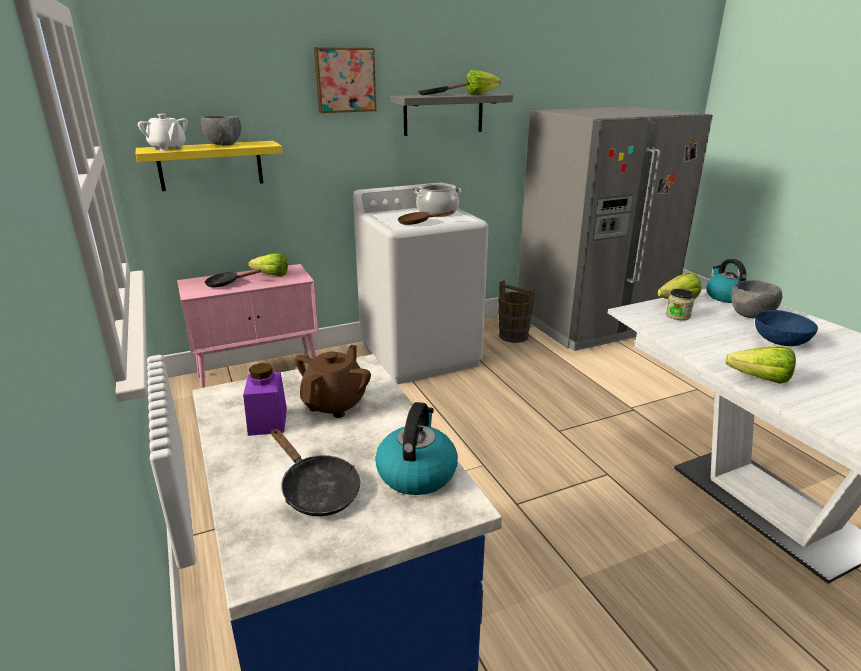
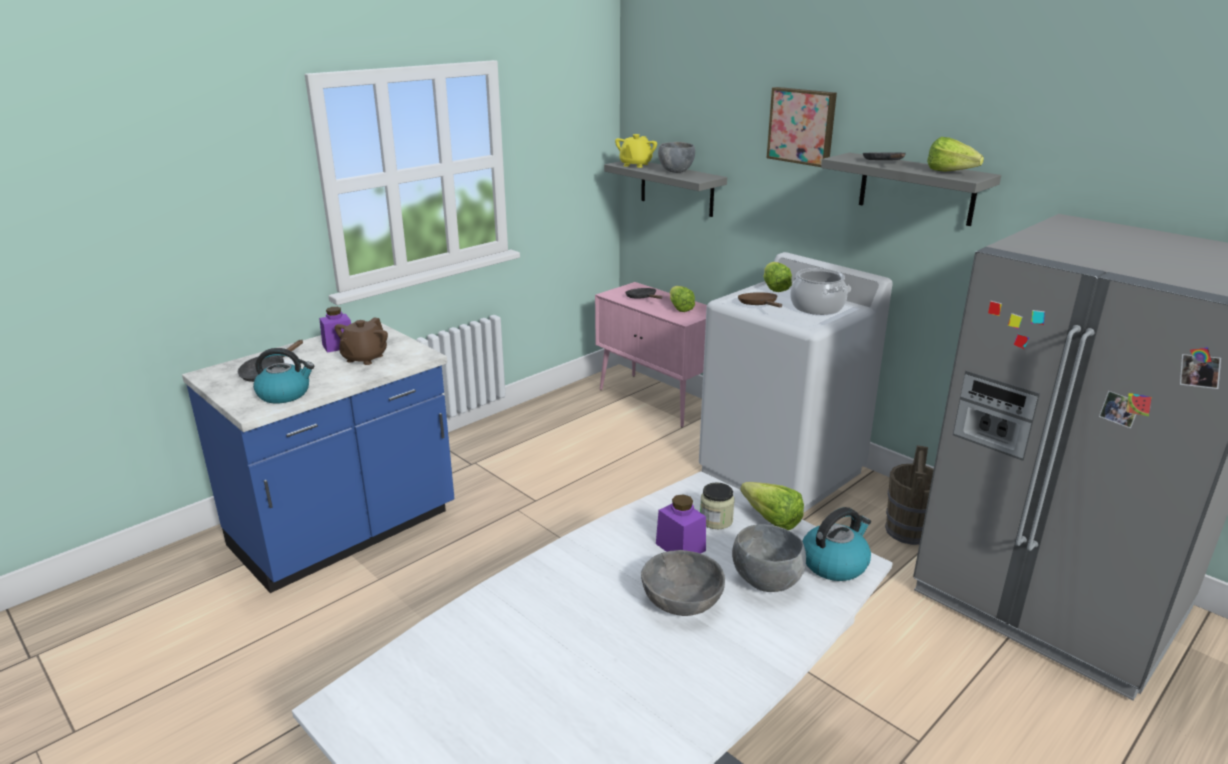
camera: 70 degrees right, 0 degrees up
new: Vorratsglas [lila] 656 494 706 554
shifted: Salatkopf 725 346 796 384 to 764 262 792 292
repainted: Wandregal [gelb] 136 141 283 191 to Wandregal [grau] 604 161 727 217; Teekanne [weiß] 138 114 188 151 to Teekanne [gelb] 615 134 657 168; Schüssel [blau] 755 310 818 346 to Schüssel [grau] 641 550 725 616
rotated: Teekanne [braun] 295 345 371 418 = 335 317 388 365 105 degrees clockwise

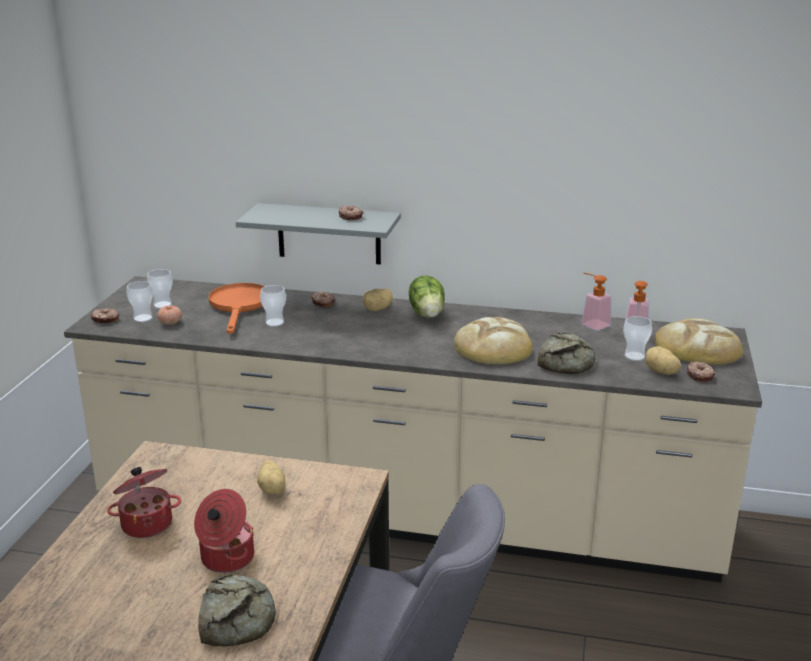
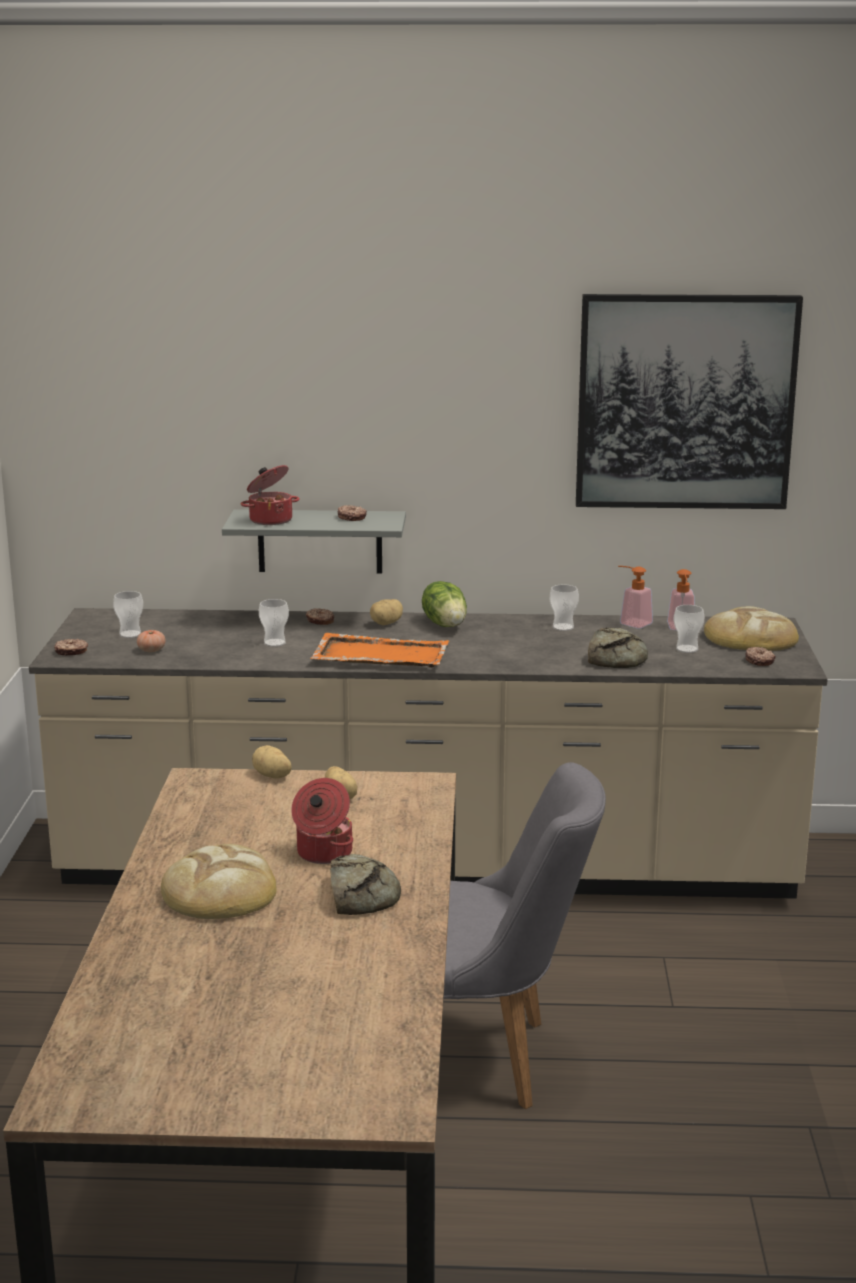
camera: 10 degrees left, 5 degrees down
gone: Pfanne [orange] 209 283 265 334
new: Tablett [orange] 310 633 449 667; Bild 576 294 803 509
shifted: Kochtopf 107 467 181 538 to 241 465 300 525; Tasse 126 281 153 322 to 550 584 579 631; Brot 454 317 532 364 to 161 844 276 919; Kartoffel 645 346 681 375 to 252 745 292 778

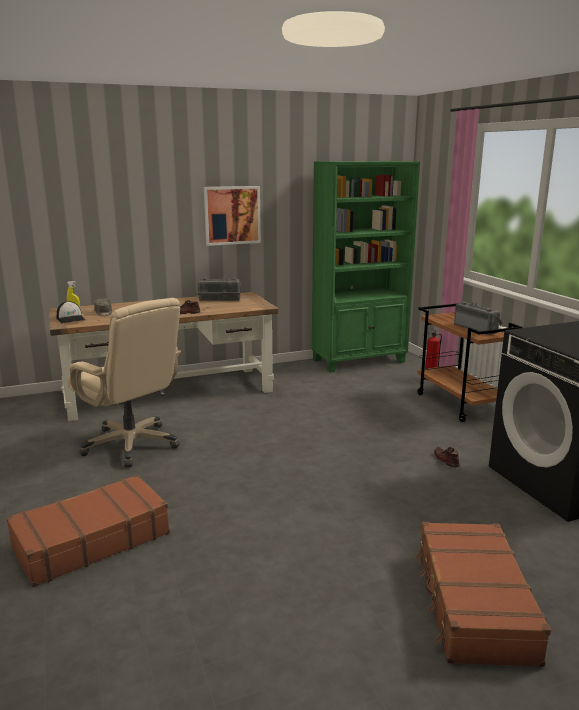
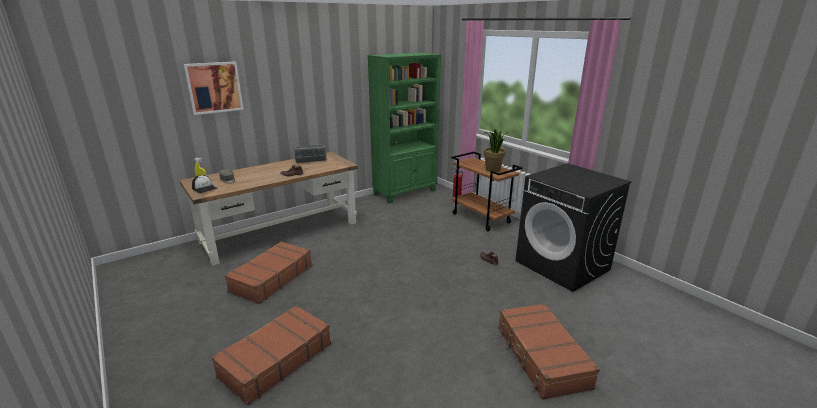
camera: 15 degrees left, 5 degrees up
shifted: Bild 204 186 261 246 to 184 62 244 115
swapped: Bürostuhl [beige] 67 298 181 467 to Koffer [braun] 225 241 312 304; Radio 454 302 503 335 to Topfpflanze 483 129 508 172

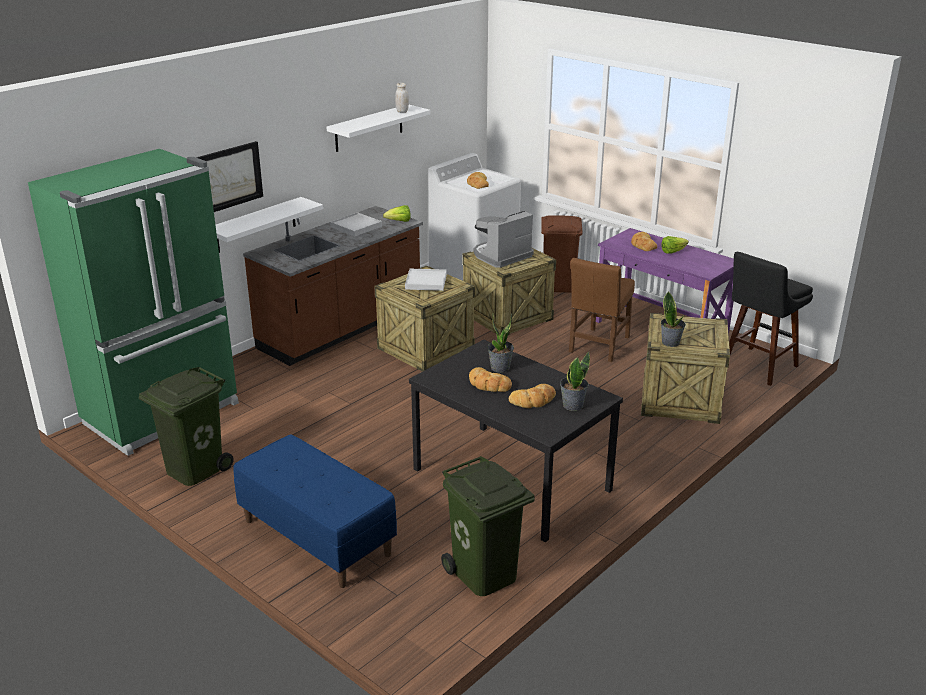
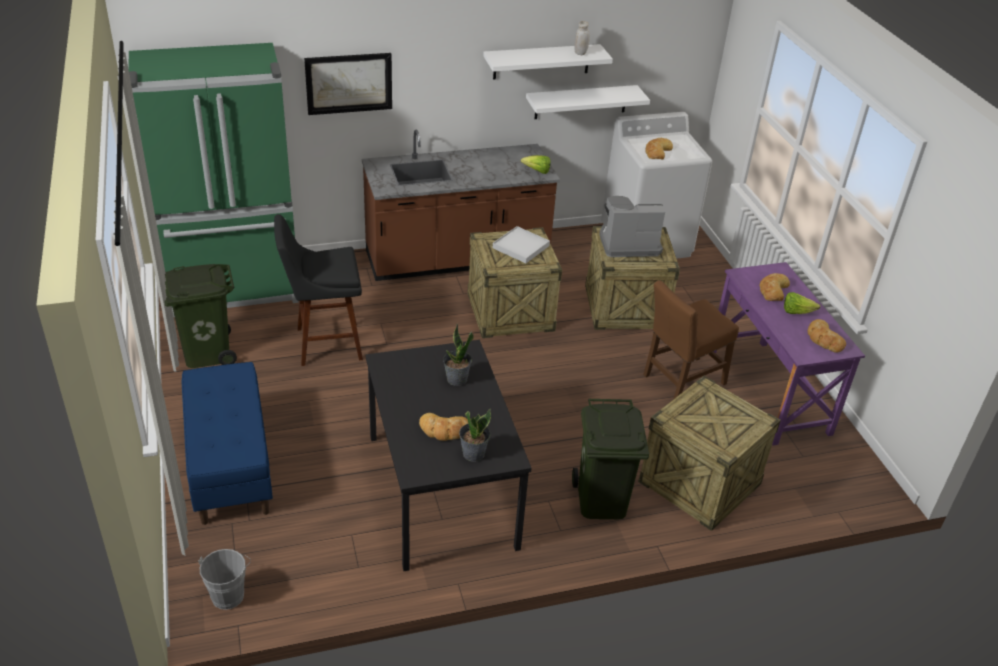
camera: 30 degrees right, 10 degrees up
gone: Tablett [weiß] 330 212 382 237; Mülleimer [braun] 541 215 583 293; Topfpflanze 661 291 686 347
new: Eimer [grau] 198 549 251 610
shifted: Wandregal [weiß] 216 197 323 253 to 526 85 650 119; Mülleimer [grün] 441 456 535 596 to 572 398 649 519; Brot 469 367 512 392 to 808 319 846 353; Hocker [schwarz] 729 252 813 386 to 274 214 363 366

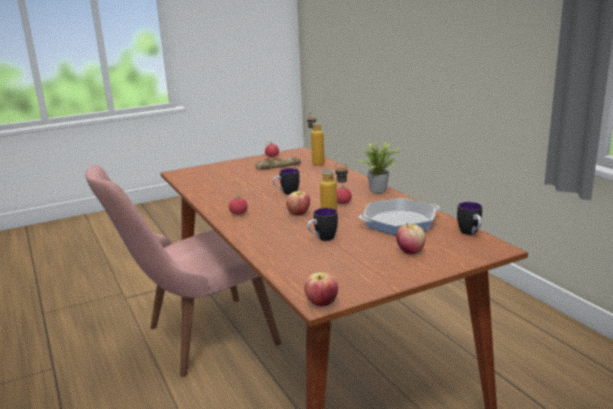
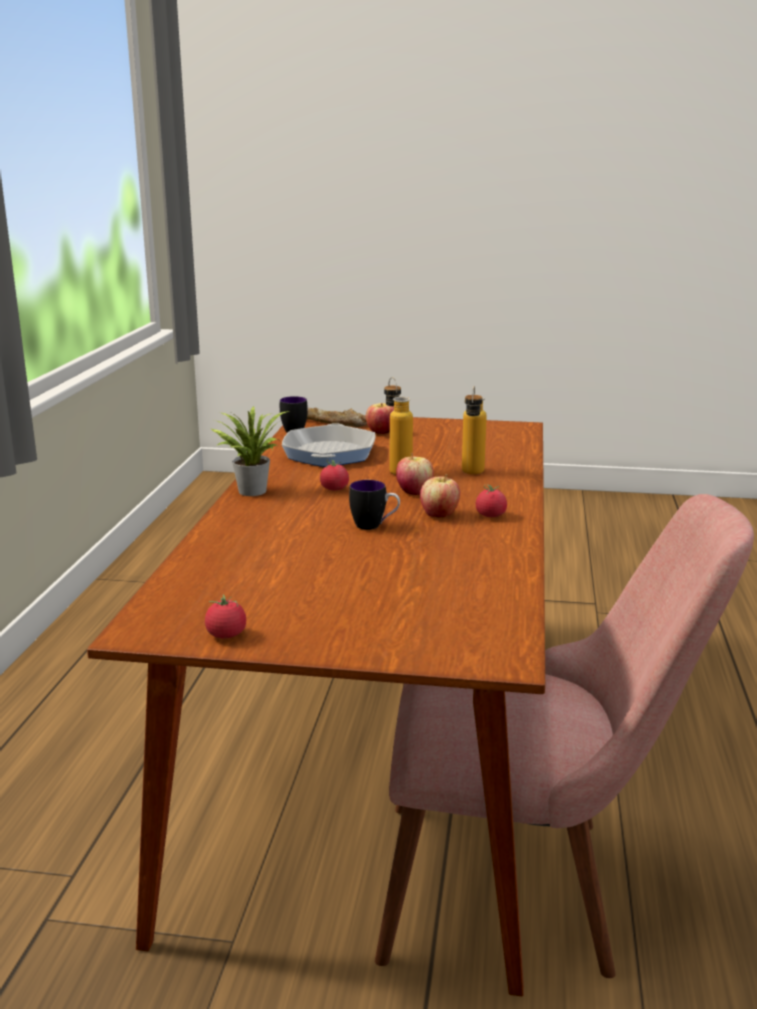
camera: 145 degrees left, 0 degrees up
gone: Henkelbecher 307 208 338 241
shifted: Brot 255 157 301 169 to 307 408 367 427; Apfel 304 272 338 306 to 420 474 460 518; Flasche 307 113 324 166 to 462 386 487 475
rotated: Pfanne 359 198 440 235 = 282 423 376 467 105 degrees counterclockwise

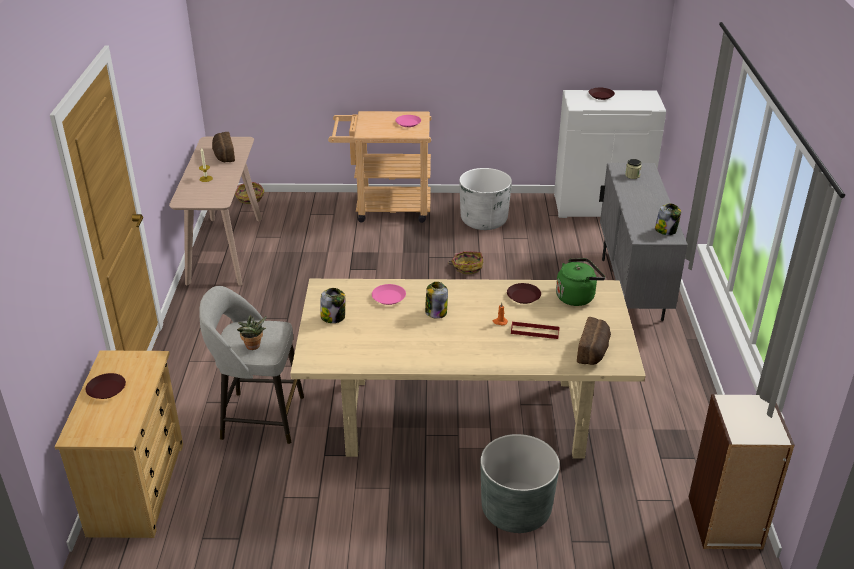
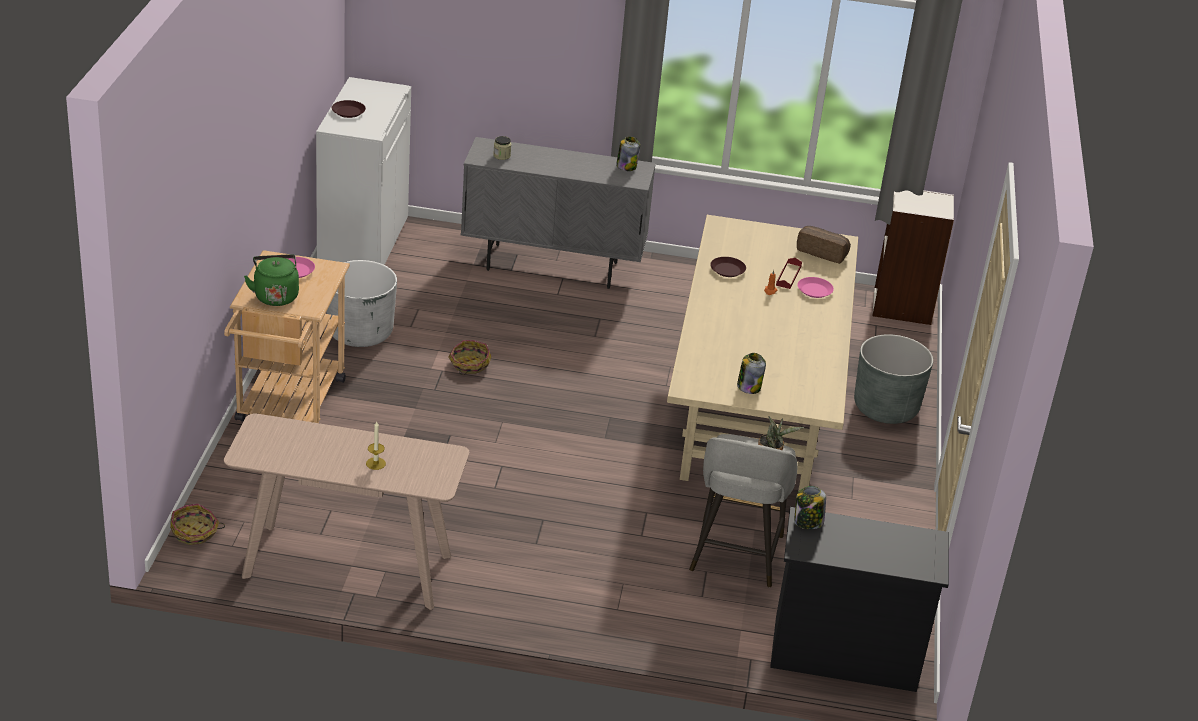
camera: 85 degrees left, 0 degrees up
gone: Teller [braun] 86 373 126 399; Brot 212 132 235 162
shifted: Teller [rosa] 372 284 406 305 to 797 277 834 298; Vorratsglas 425 282 448 319 to 794 486 826 529; Wasserkessel [grün] 556 258 605 306 to 244 254 299 306
repainted: Kommode [beige] 55 350 183 538 to Kommode [schwarz] 770 507 949 692

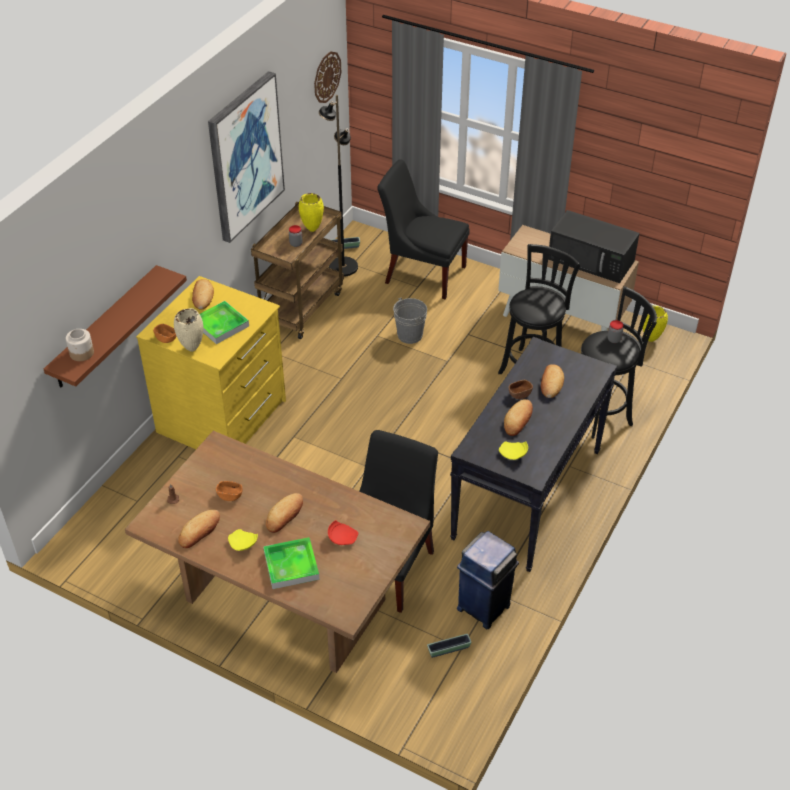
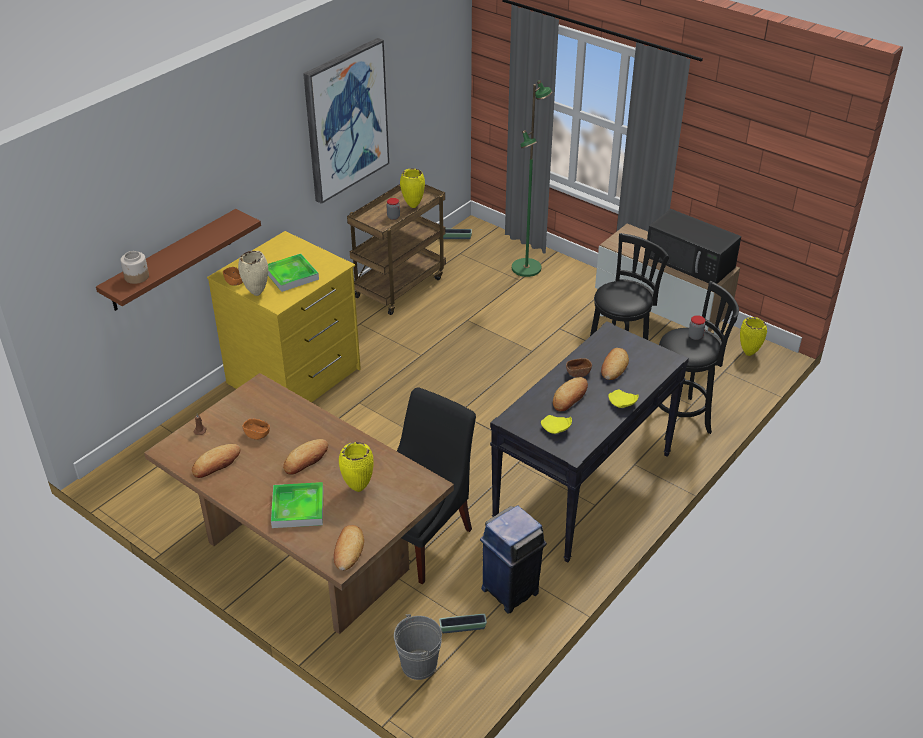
camera: 10 degrees right, 5 degrees down
gone: Wanduhr 314 51 341 103; Stehlampe [schwarz] 319 95 358 277
shifted: Brot 192 279 214 310 to 334 525 364 571; Teller [gelb] 228 529 258 551 to 608 389 639 408; Eimer [grau] 393 298 427 344 to 394 614 442 680
swapped: Teller [rot] 328 520 358 545 to Vase [gelb] 339 442 374 492; Stuhl [schwarz] 377 159 470 299 to Stehlampe [grün] 512 80 552 277

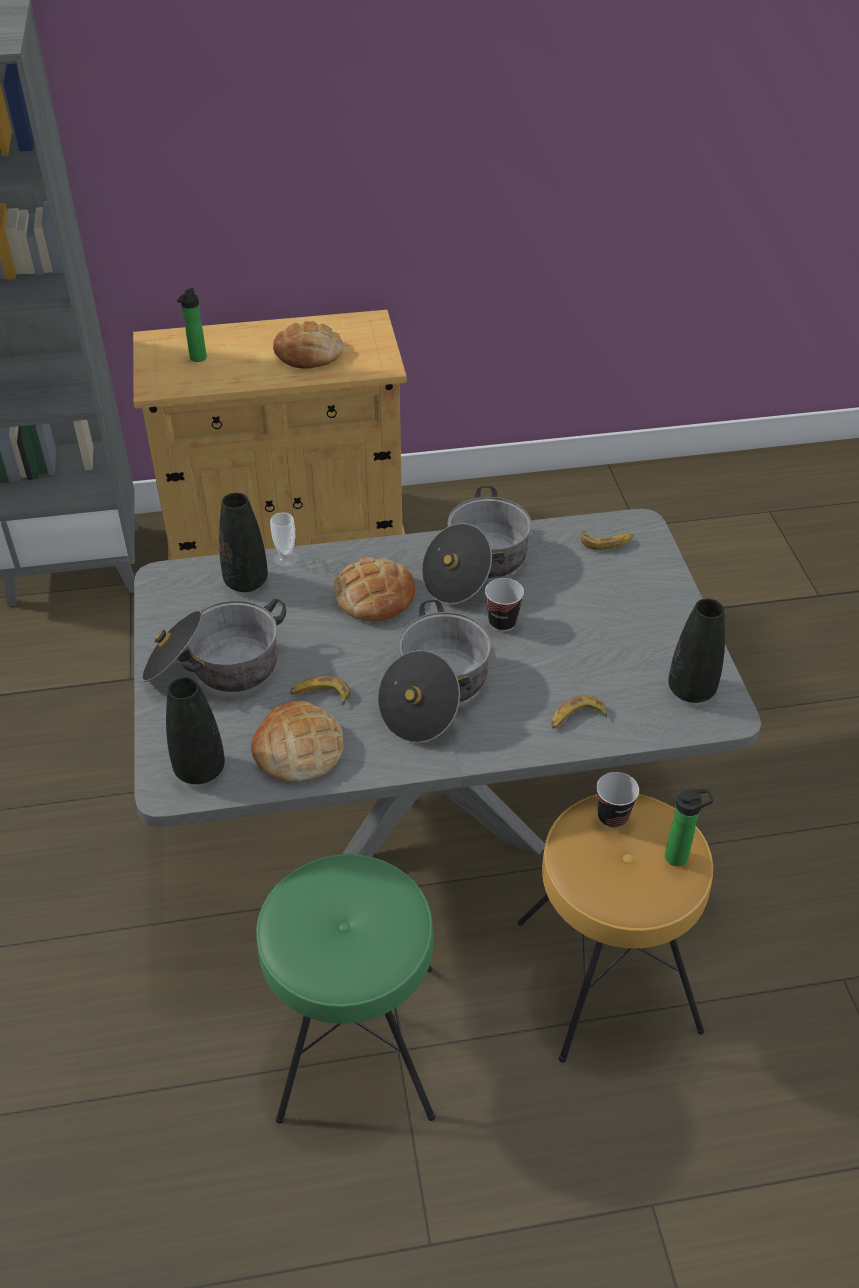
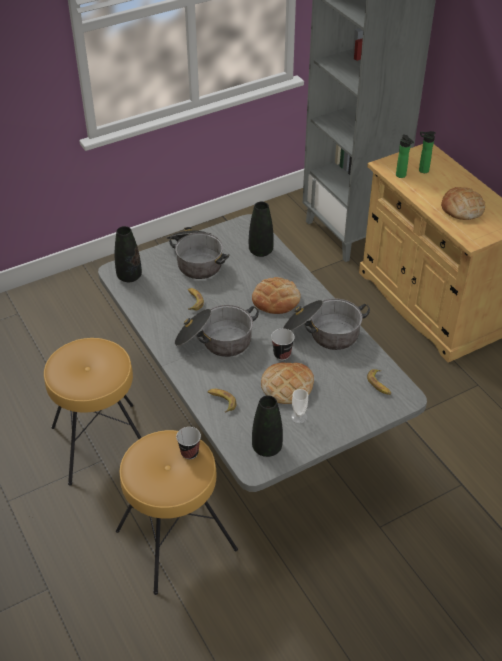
camera: 70 degrees right, 0 degrees up
shifted: Brot 251 701 344 782 to 261 363 314 404; Tasse 270 512 298 567 to 291 389 308 424; Flasche 665 789 714 866 to 396 134 414 178
repainted: Hocker [grün] 256 854 435 1124 to Hocker [braun] 44 338 142 486

